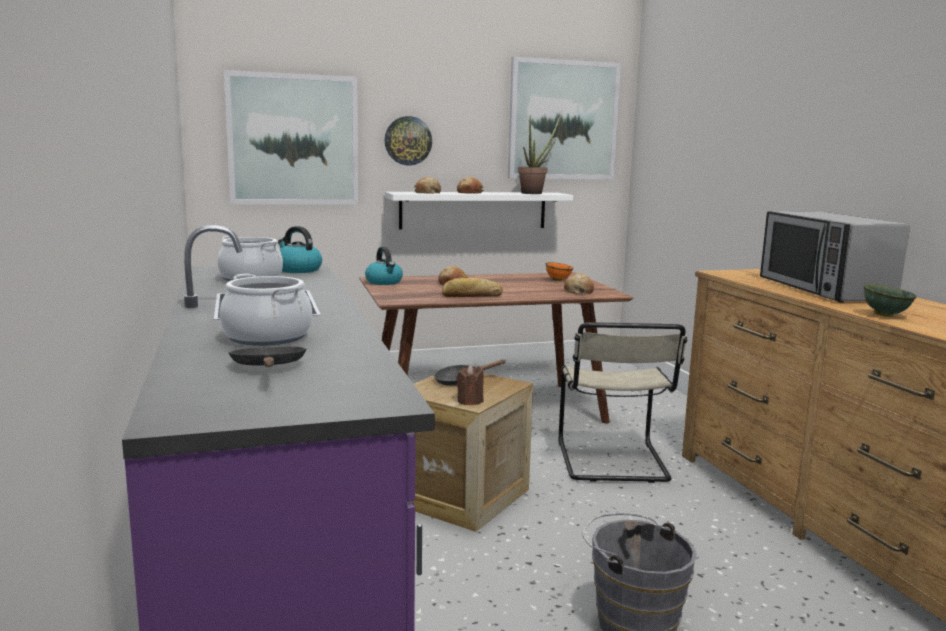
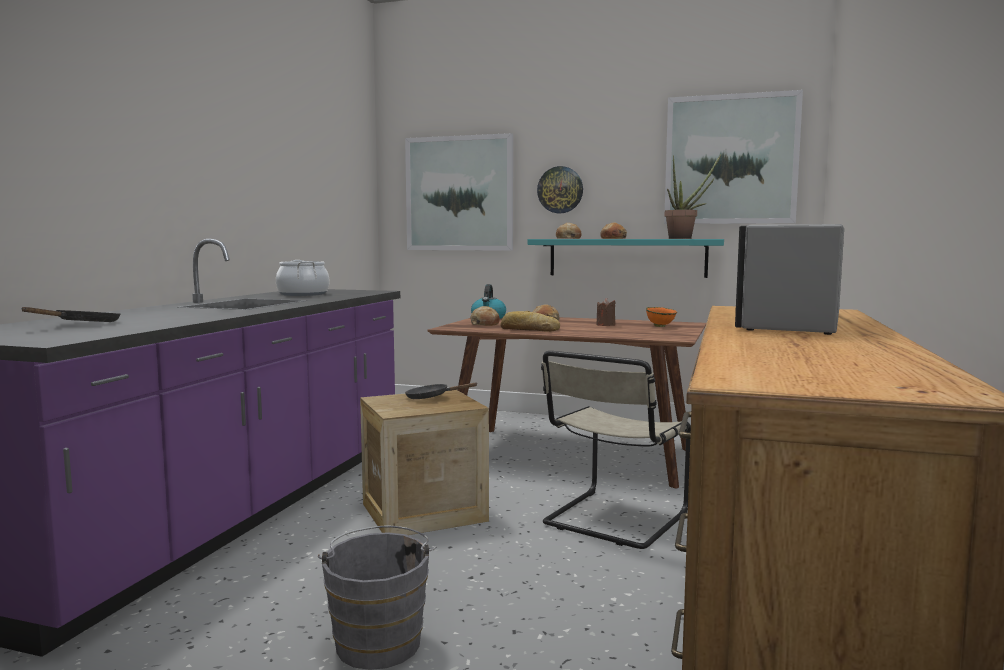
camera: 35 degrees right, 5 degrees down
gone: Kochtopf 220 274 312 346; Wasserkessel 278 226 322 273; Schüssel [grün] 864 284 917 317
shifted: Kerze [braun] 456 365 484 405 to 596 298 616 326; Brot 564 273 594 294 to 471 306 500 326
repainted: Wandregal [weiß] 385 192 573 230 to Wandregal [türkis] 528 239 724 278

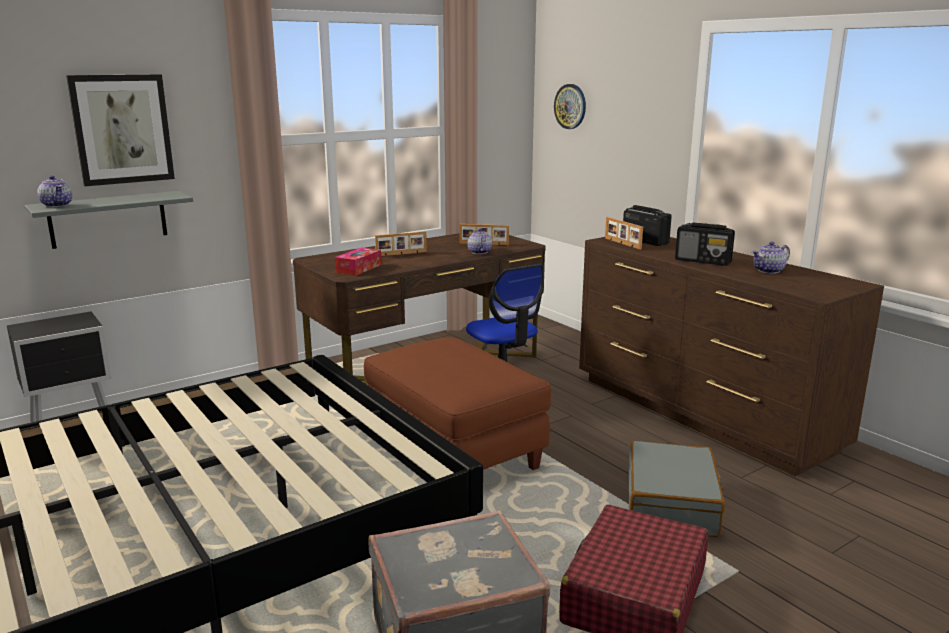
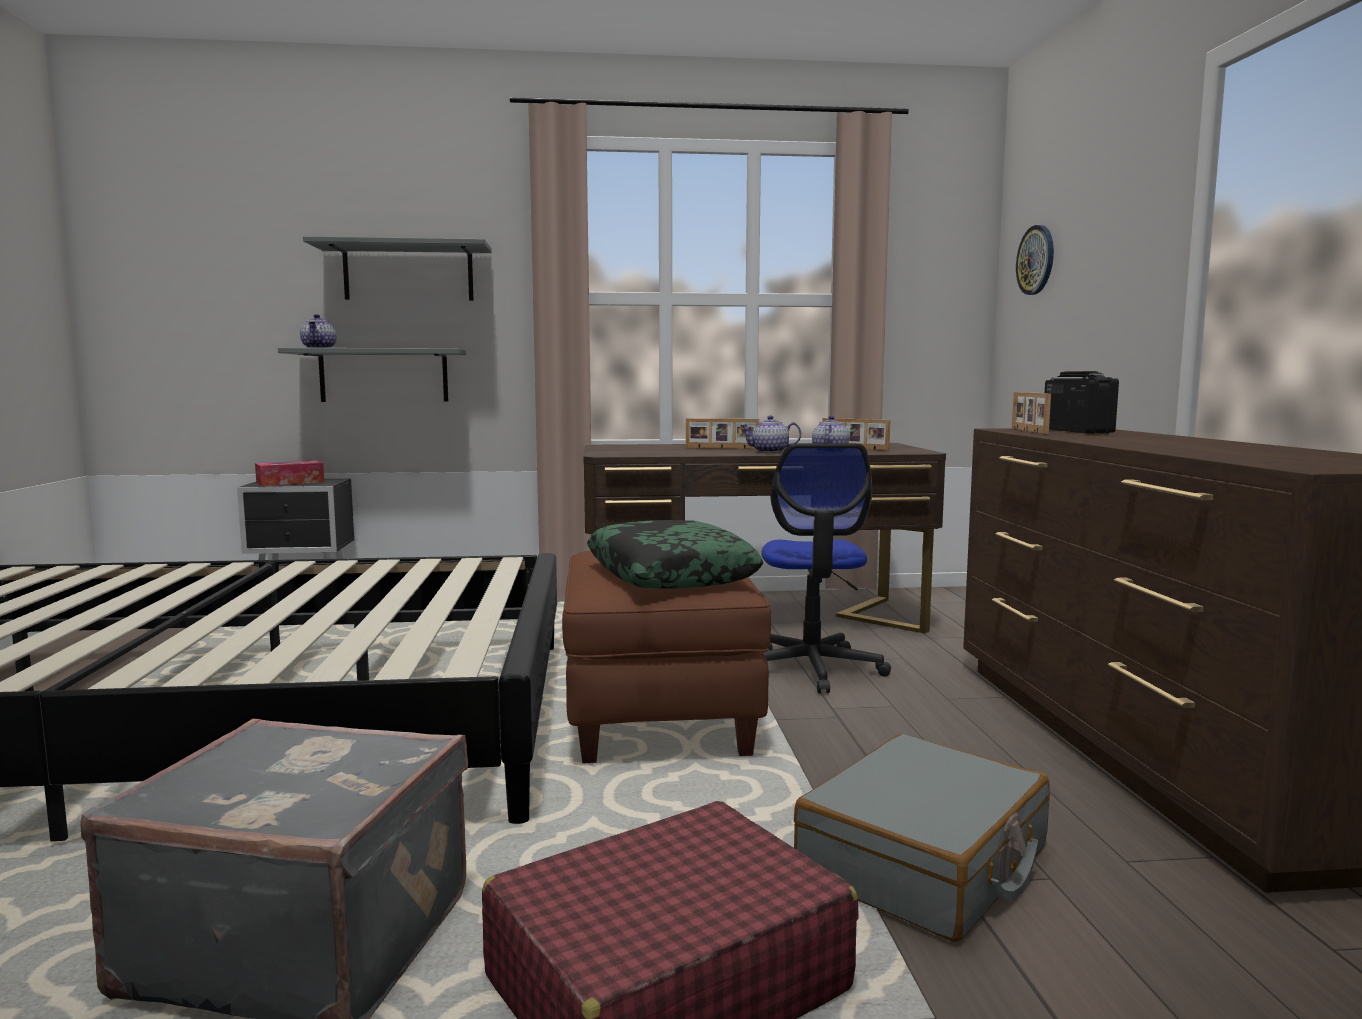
camera: 30 degrees right, 10 degrees down
gone: Radio 675 223 735 266
new: Kissen 587 520 764 589
shifted: Taschentuchbox 335 247 382 276 to 255 460 324 486; Teekanne 752 241 790 274 to 740 416 801 453
swapped: Bild 66 74 175 186 to Wandregal [grau] 303 236 492 301

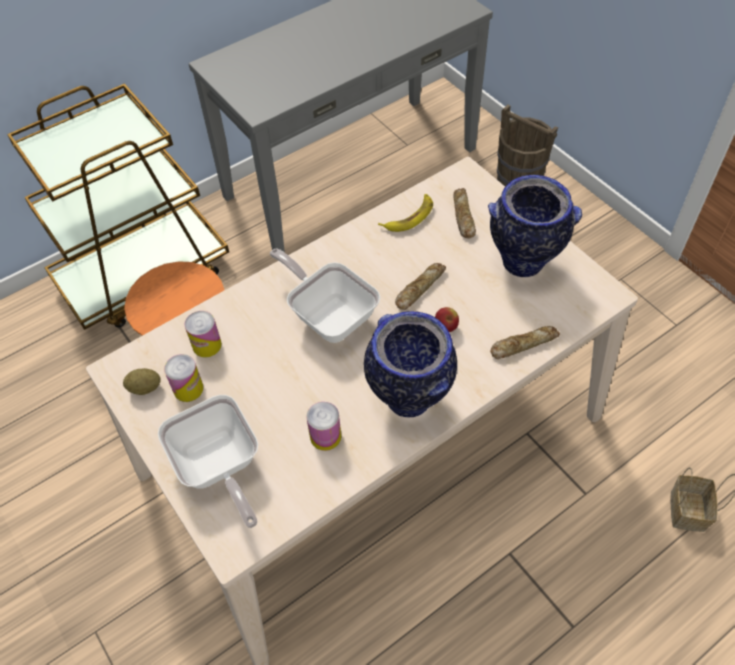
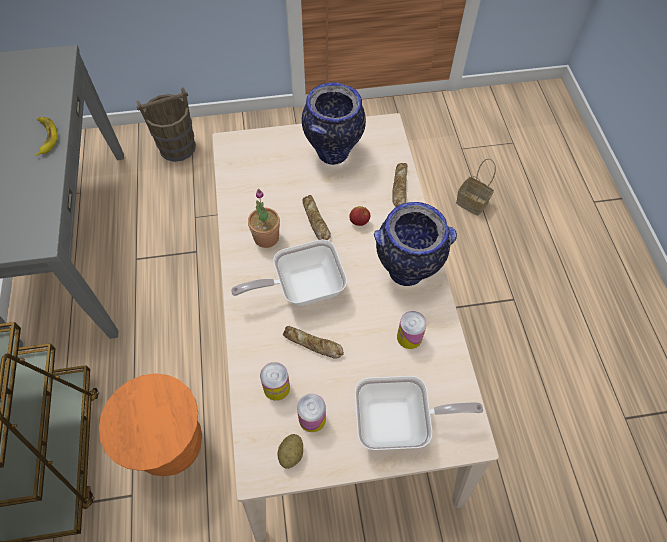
camera: 65 degrees left, 5 degrees up
new: Topfpflanze 248 189 280 248
shifted: Banane 378 194 433 232 to 35 117 57 157; Brot 453 188 476 238 to 283 326 344 359

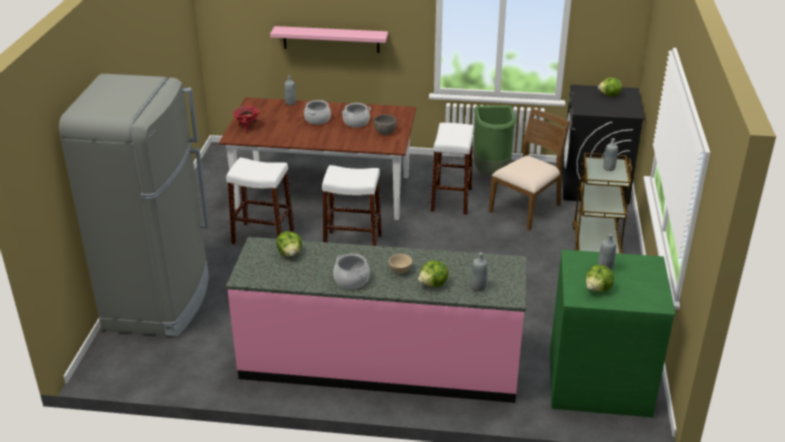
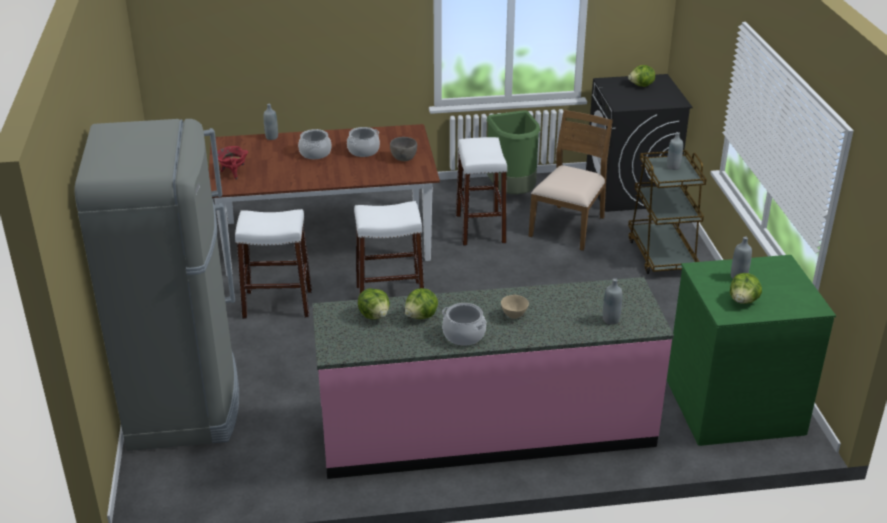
camera: 15 degrees left, 0 degrees up
gone: Wandregal [rosa] 270 26 388 53
shifted: Salatkopf 418 260 449 287 to 405 288 438 319

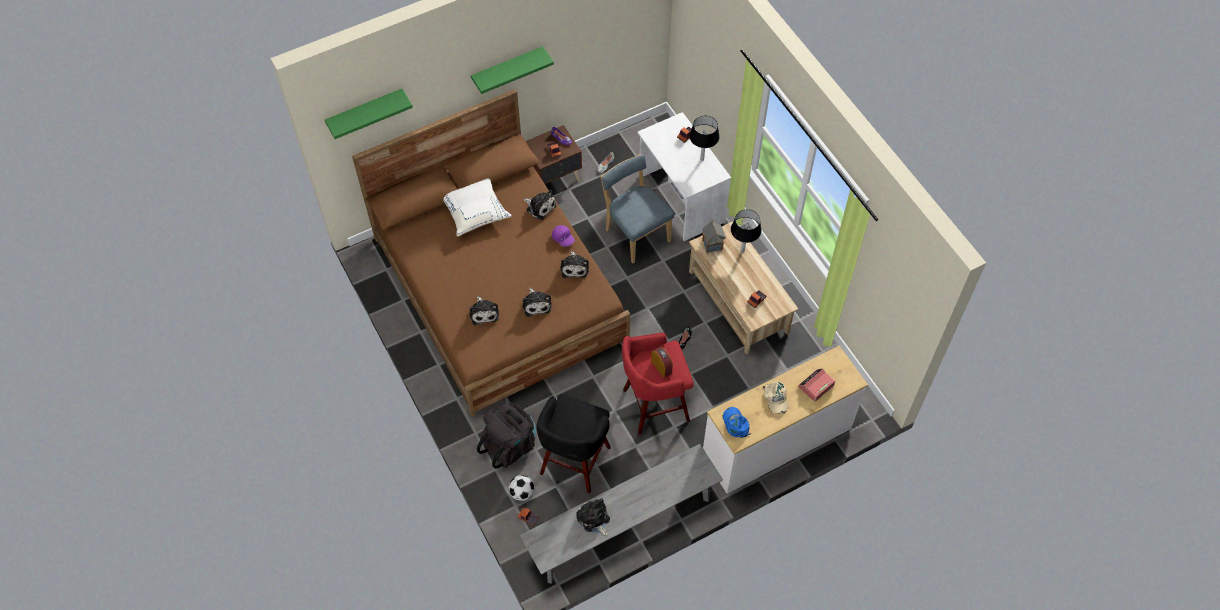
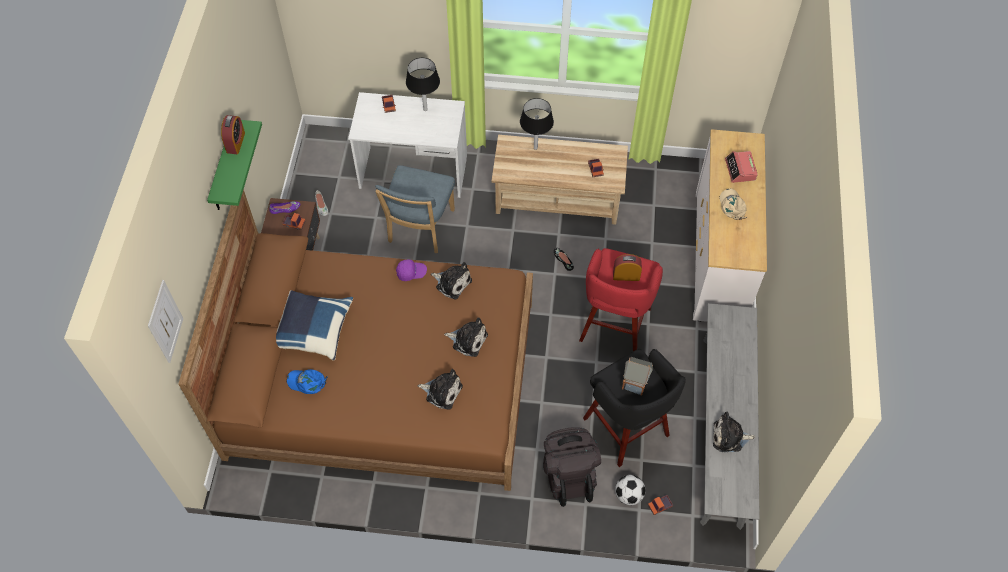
camera: 55 degrees left, 0 degrees up
gone: Plüschtier 523 190 557 220
new: Wecker 221 115 245 154
shifted: Spielzeughaus 702 220 726 253 to 622 357 653 396; Kappe [blau] 723 406 751 438 to 287 369 328 394
swapped: Wandregal [grün] 325 89 413 139 to Bild 148 280 183 363
repainted: Kissen [weiß] 443 178 512 237 to Kissen [blau] 276 290 353 361
rotated: Stuhl [blau] 601 154 674 264 = 375 165 455 253 75 degrees counterclockwise; Kappe [beige] 762 382 788 414 = 719 188 747 220 120 degrees counterclockwise

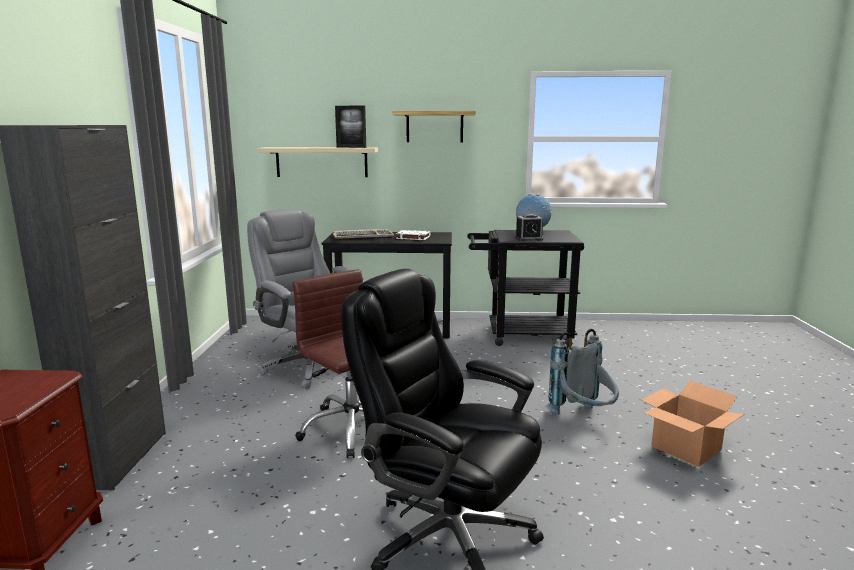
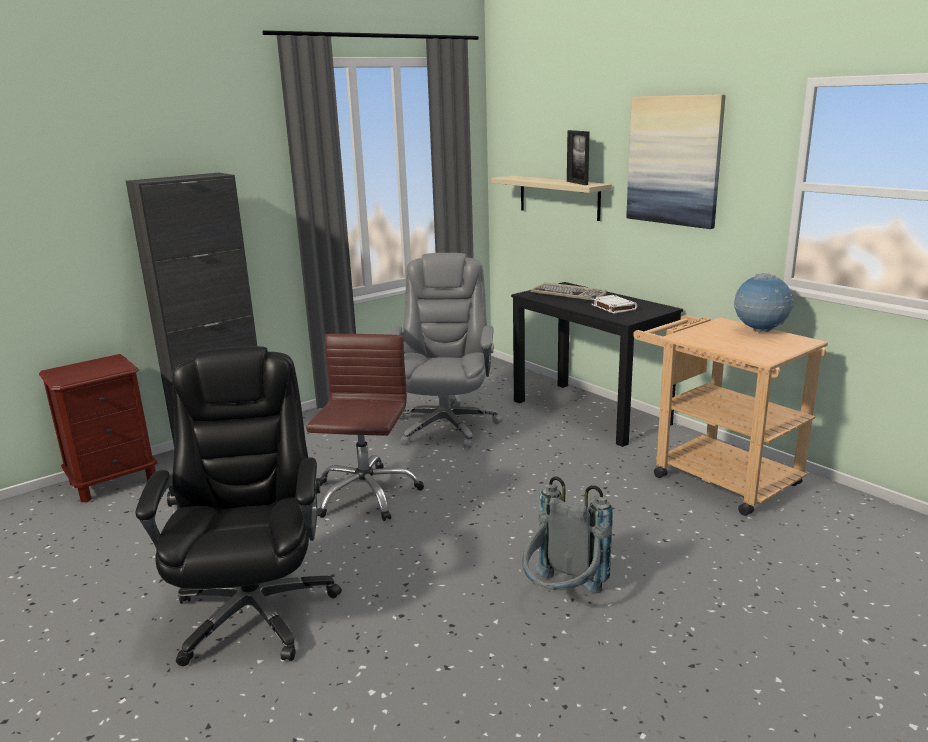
camera: 50 degrees right, 5 degrees up
gone: Wecker 515 214 543 241; Karton 641 381 744 467
swapped: Wandregal 393 111 476 142 to Bild 626 94 726 229
repainted: Rollwagen [schwarz] 467 230 584 347 to Rollwagen [beige] 633 315 828 516

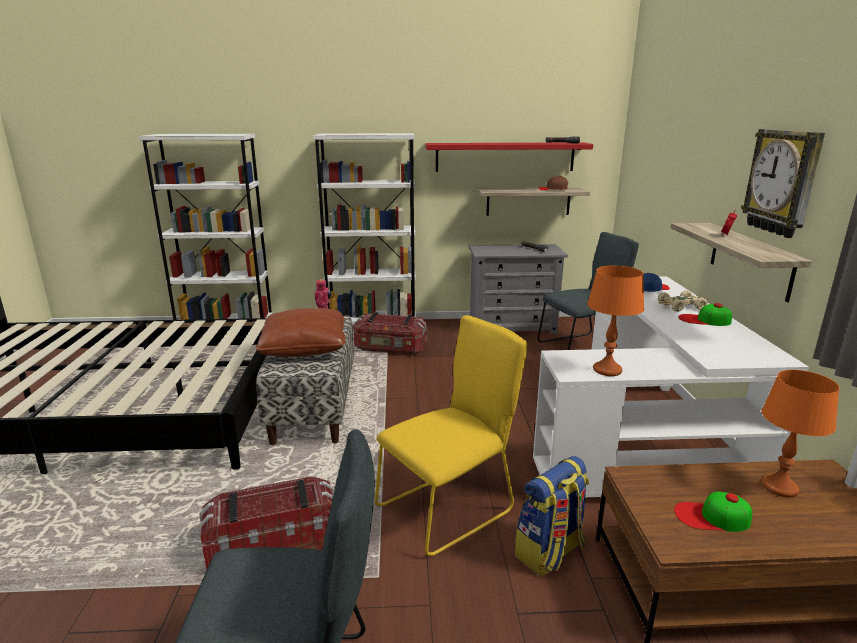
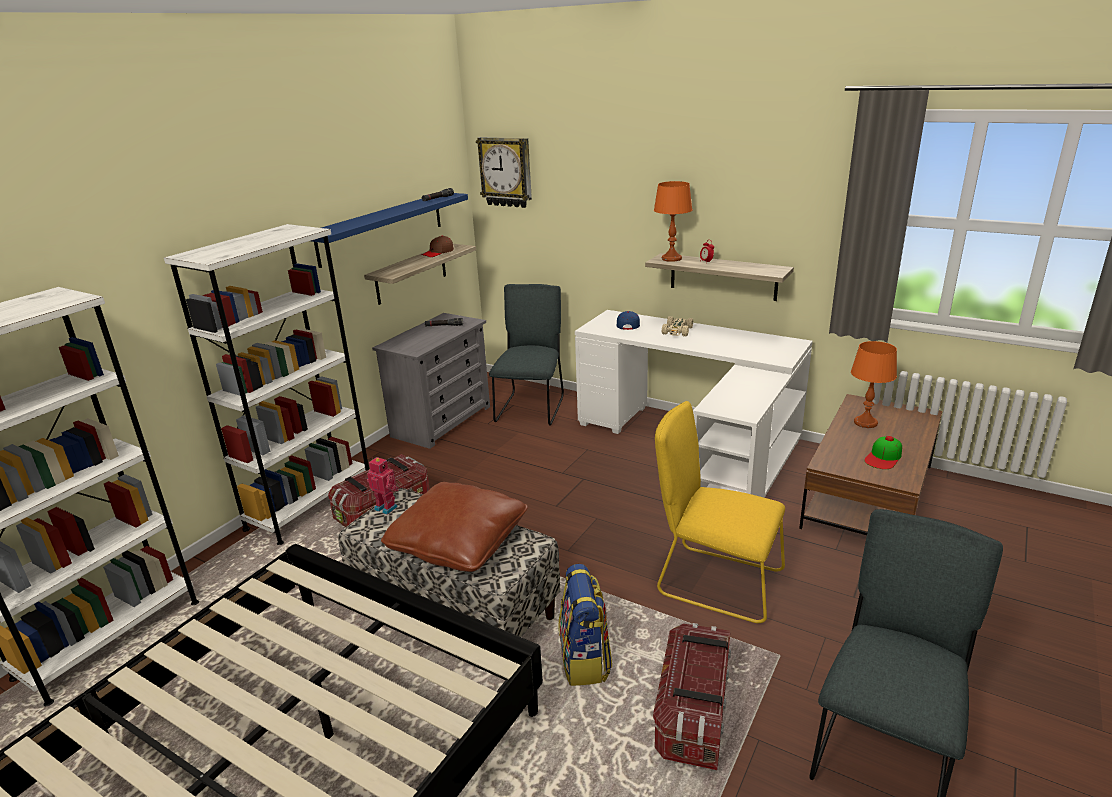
camera: 55 degrees left, 5 degrees up
gone: Kappe 678 303 732 326
shifted: Rucksack 515 456 589 576 to 558 564 612 686; Tischlampe [orange] 587 266 644 376 to 654 181 693 262; Wanduhr 741 129 825 238 to 476 137 532 208
repainted: Wandregal [rot] 425 143 593 172 to Wandregal [blau] 312 193 468 268
rotated: Stuhl [gelb] 375 315 527 556 = 655 401 785 623 60 degrees counterclockwise

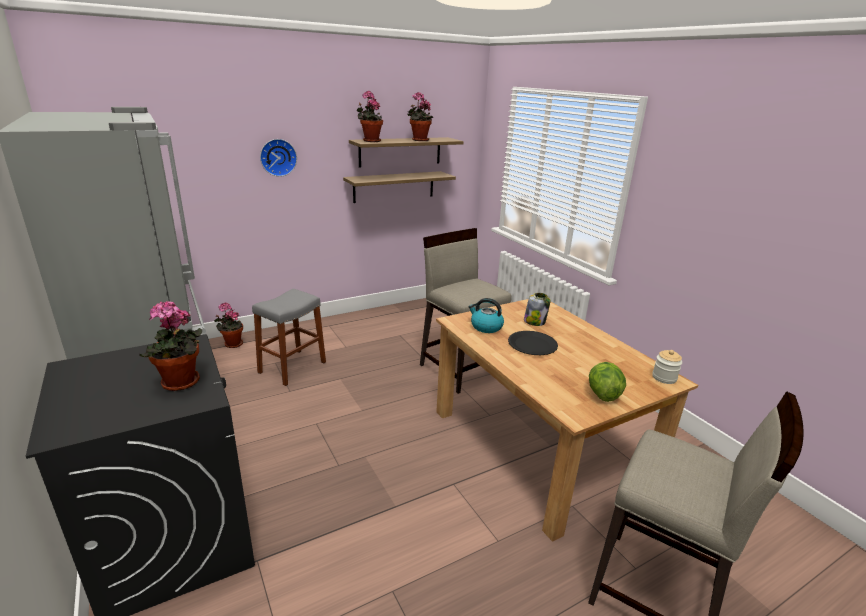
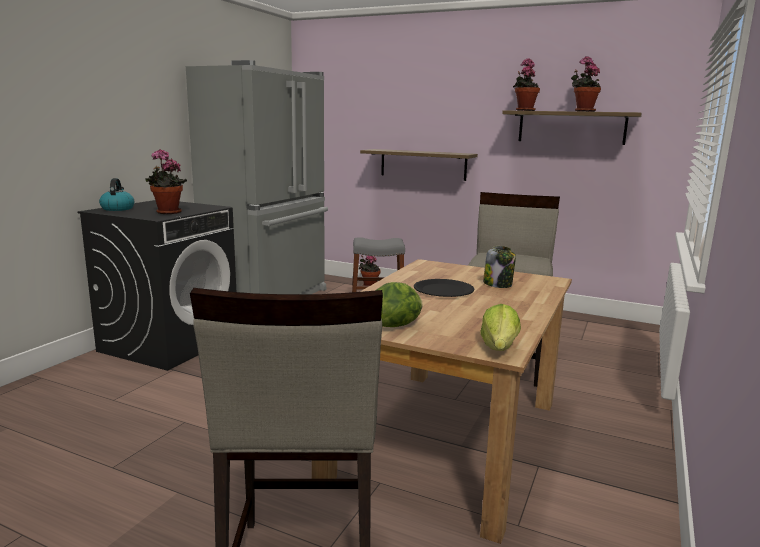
camera: 55 degrees right, 10 degrees down
gone: Wanduhr 260 139 297 177
shifted: Wandregal 343 171 456 203 to 360 149 478 181; Wasserkessel 468 298 504 333 to 99 178 134 211
swapped: Vorratsglas 652 350 682 384 to Salatkopf 480 304 521 351

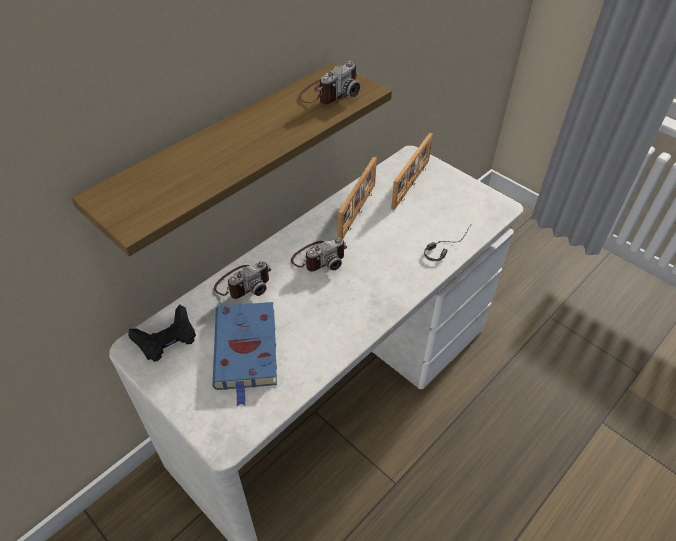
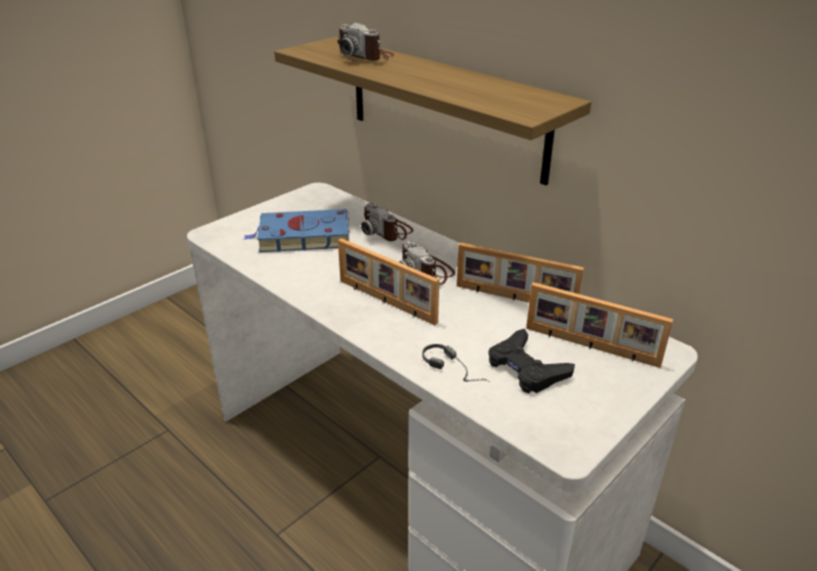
camera: 90 degrees right, 15 degrees down
new: Bilderrahmen 338 238 439 325
shifted: Gamepad [schwarz] 128 305 196 362 to 488 329 575 394; Kamera 299 61 360 104 to 337 23 394 61

